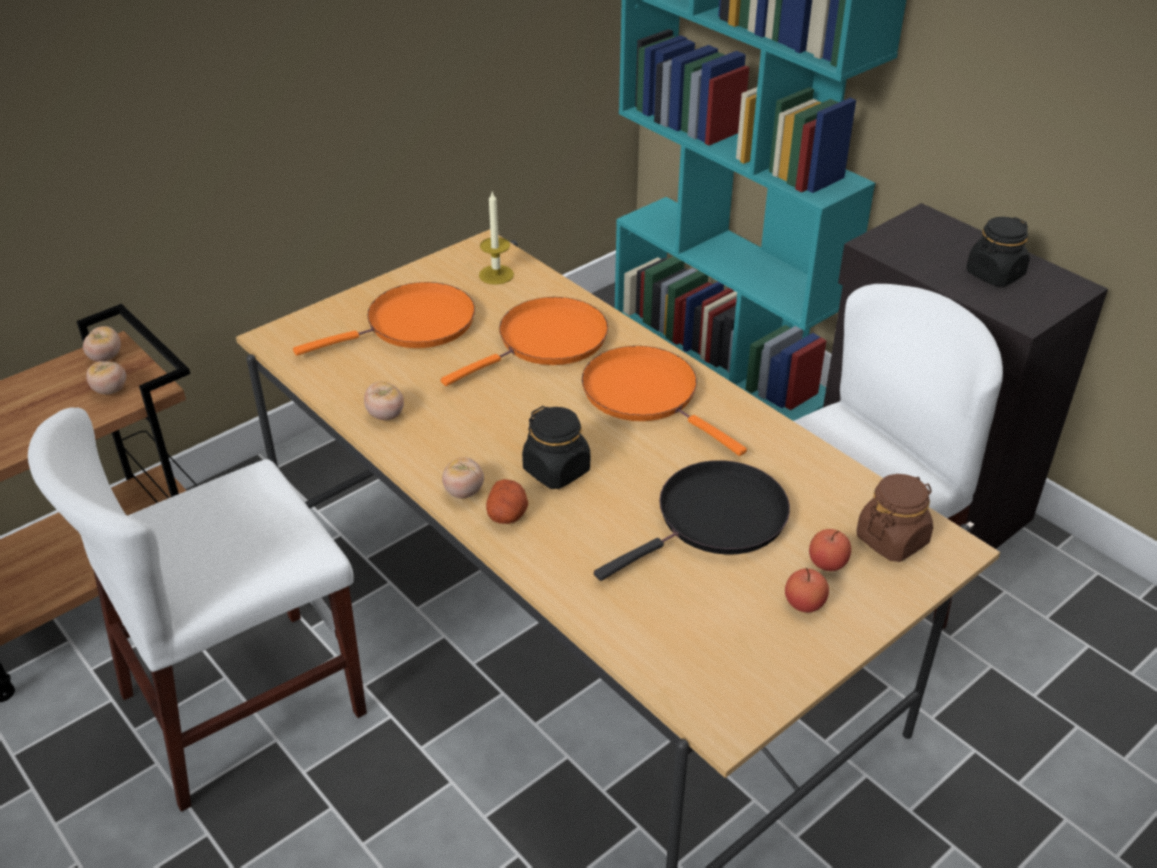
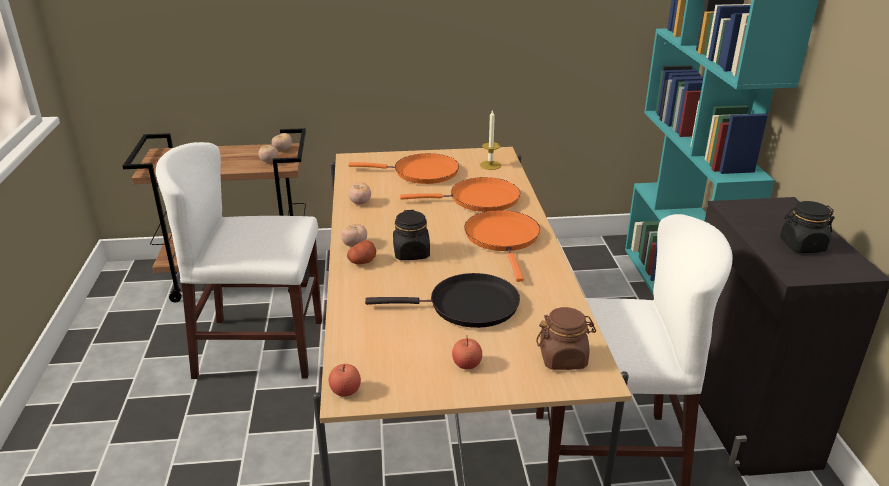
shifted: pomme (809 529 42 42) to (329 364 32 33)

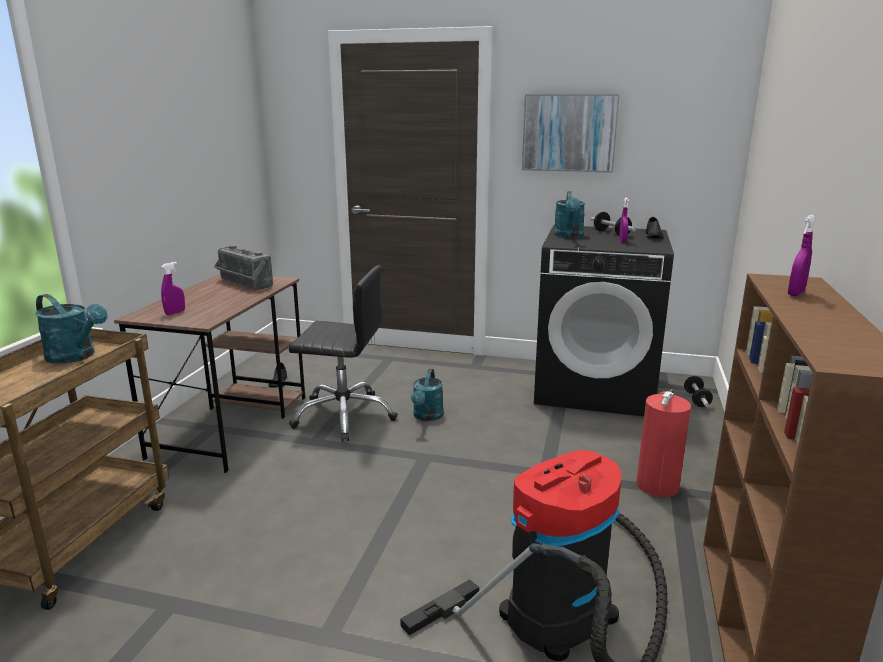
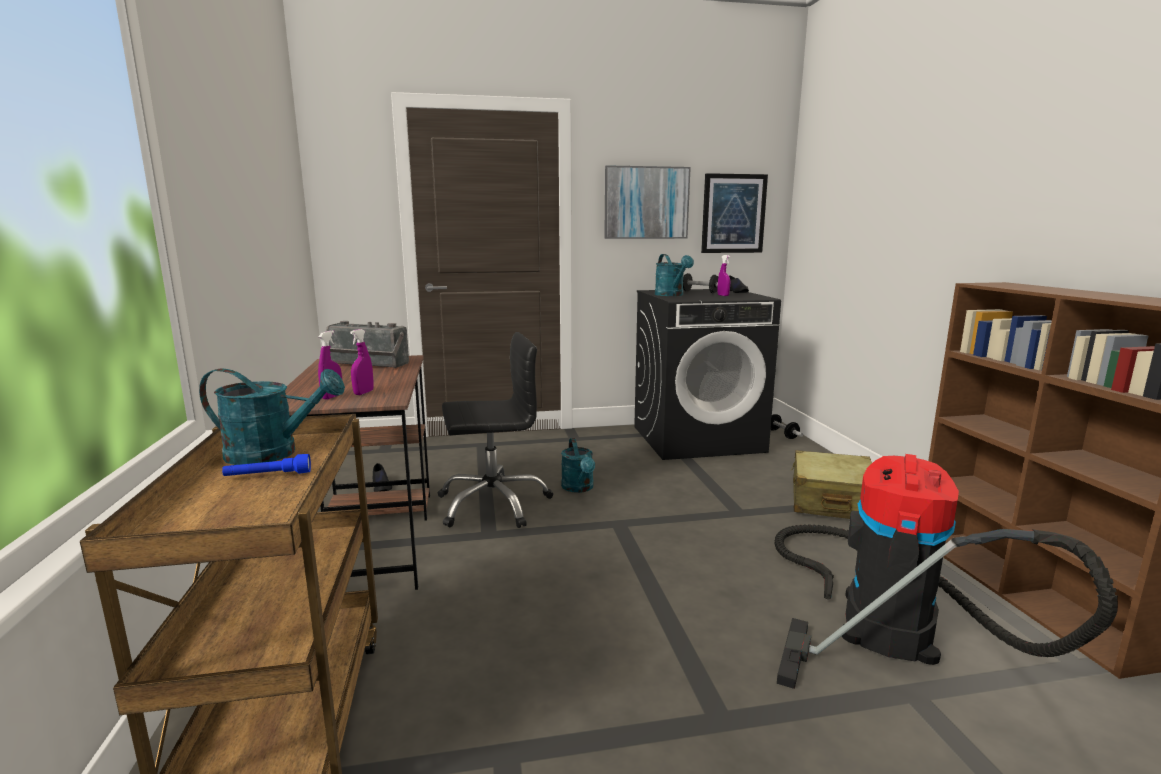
new: lampe de poche [bleu] (222 454 89 22); tableau (701 173 67 80)
shifted: vaporisateur [violet] (788 215 28 81) to (350 329 24 66)
swapped: extincteur (636 389 55 108) to valise [beige] (791 450 81 69)

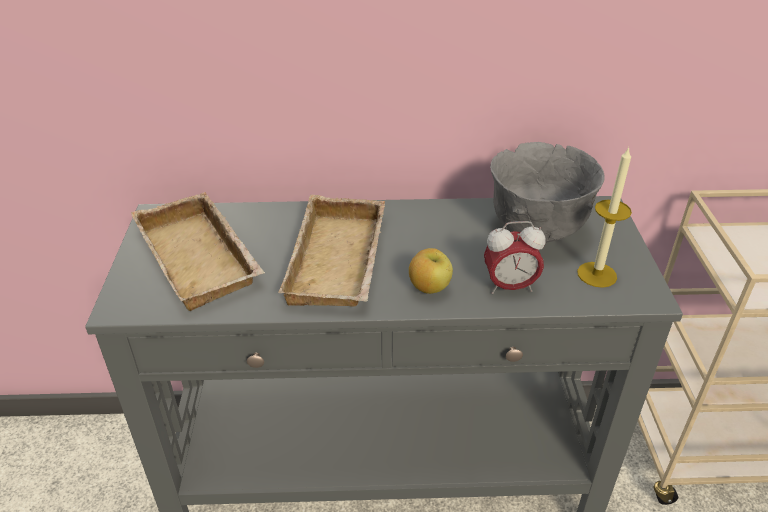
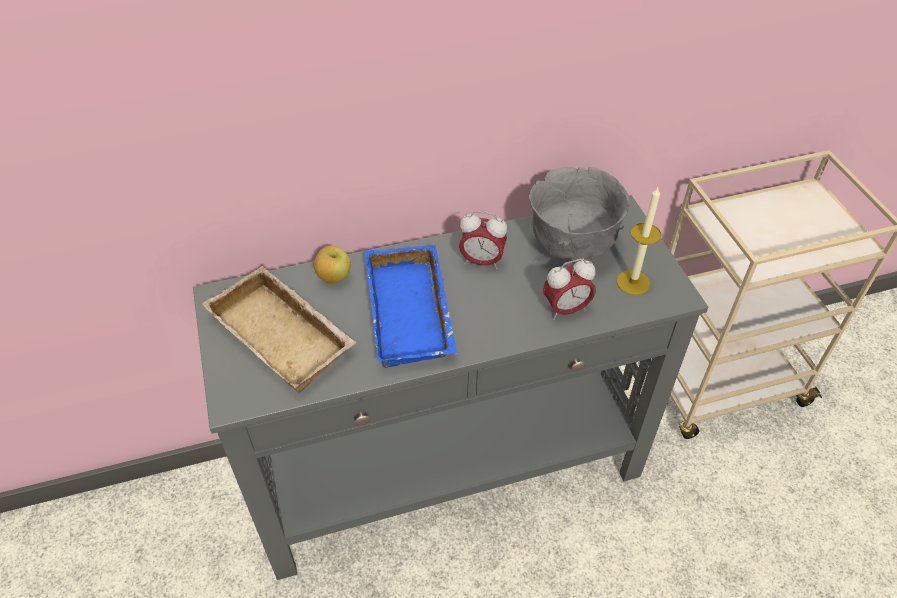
new: réveil (459 211 48 59)
shifted: pomme (409 248 44 46) to (314 245 37 39)
repainted: plateau [beige] (278 195 107 111) to plateau [bleu] (365 245 92 123)

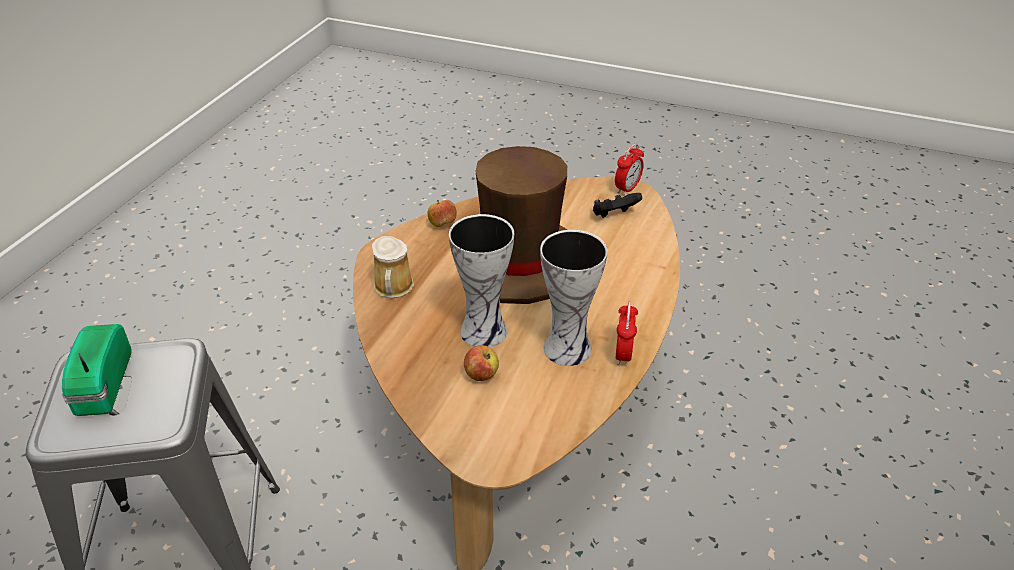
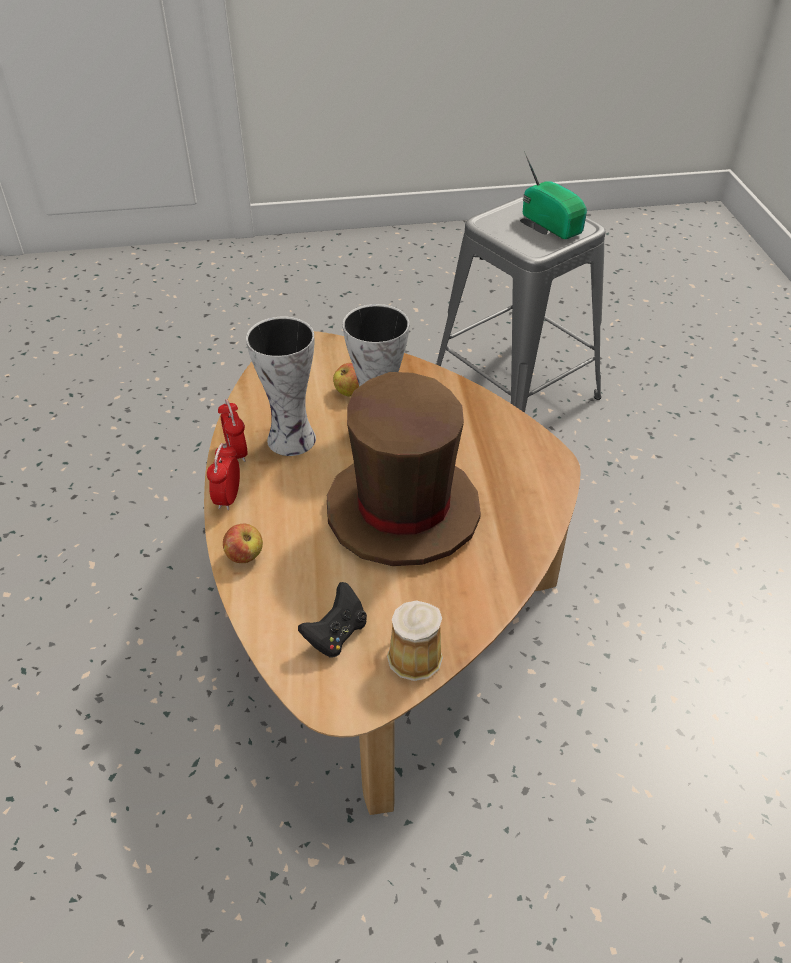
shifted: mug (372 236 42 62) to (387 601 56 80); pomme (428 200 29 27) to (223 524 40 39); réveil (615 144 29 51) to (207 443 33 67)

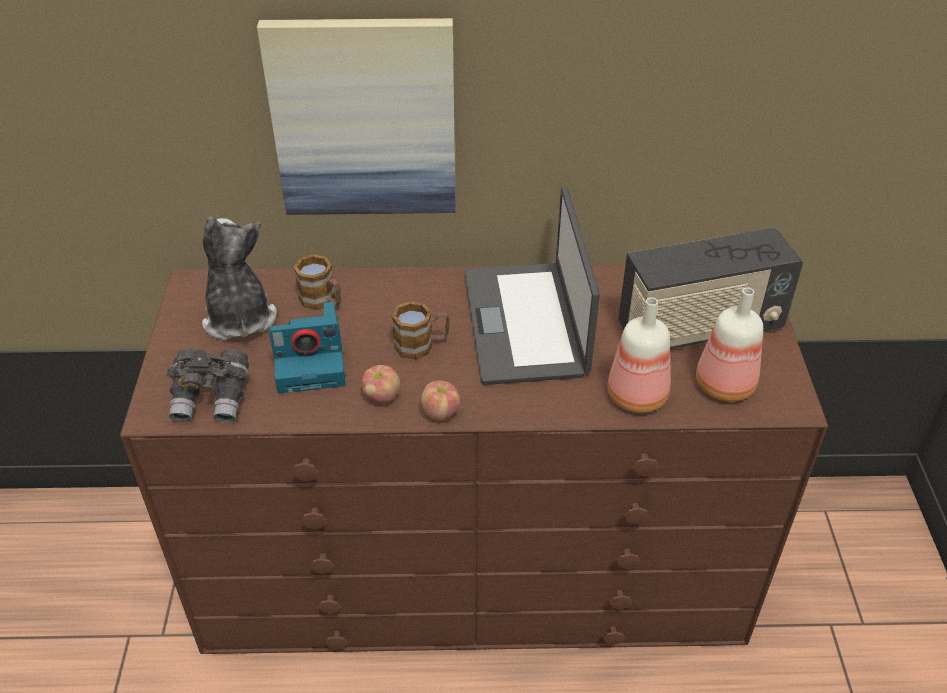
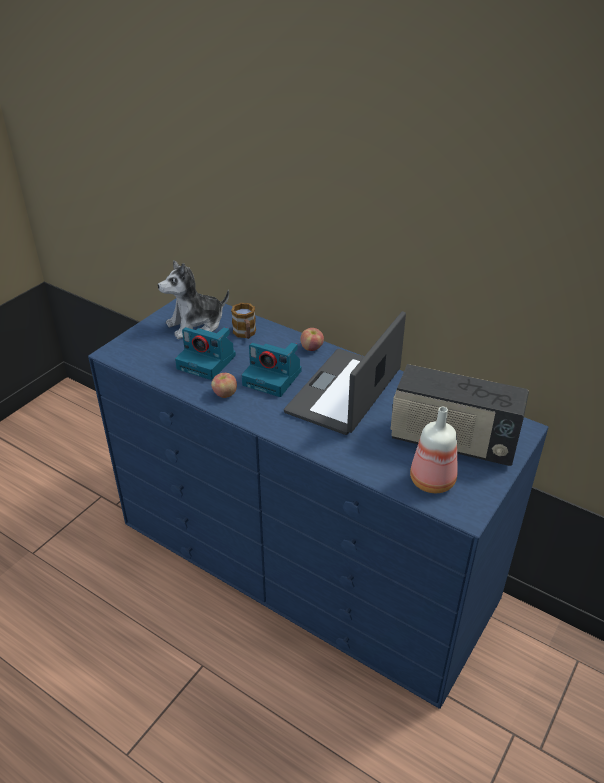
gone: jumelles [gris] (167 348 82 75); tableau (257 18 199 197); bouteille (607 297 64 116)
shifted: pomme (421 380 39 41) to (300 328 24 23)
swapped: mug (392 301 58 59) to appareil photo (242 343 60 54)
repainted: commode [marron] (120 265 708 389) to commode [bleu] (88 293 461 416)
rotated: peluche (202 217 75 123) = (158 260 71 79) 135 degrees counterclockwise

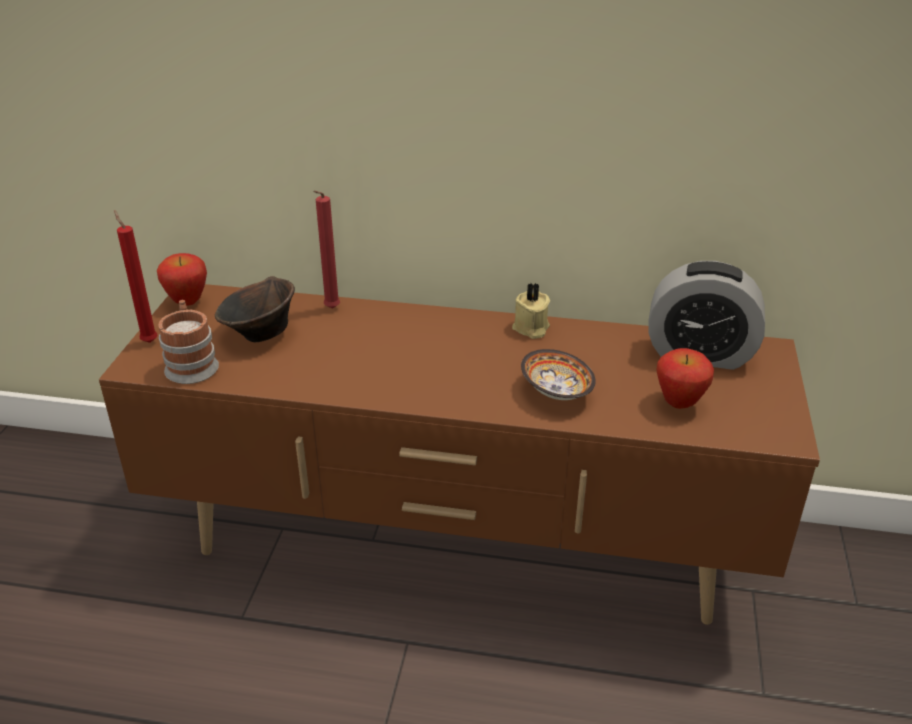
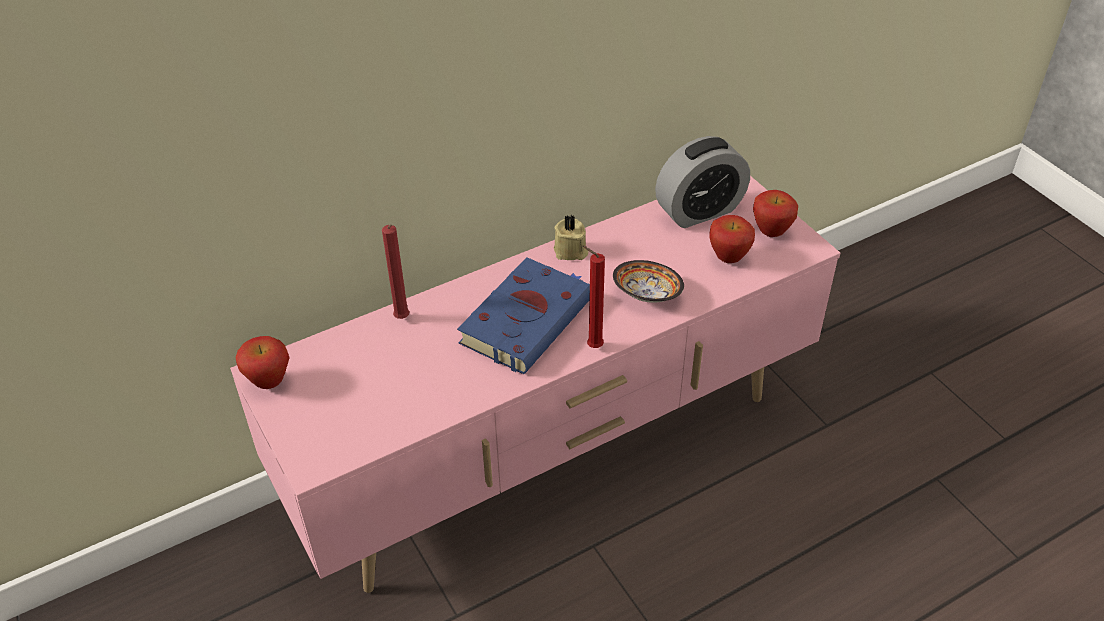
gone: mug (158 300 61 84); bol [marron] (215 276 80 66)
new: livre [bleu] (457 257 133 117); pomme (753 190 45 47)
shifted: bougie [rouge] (114 210 44 133) to (583 246 22 102)
repainted: meuble télé [marron] (99 284 721 341) to meuble télé [rose] (230 176 610 417)

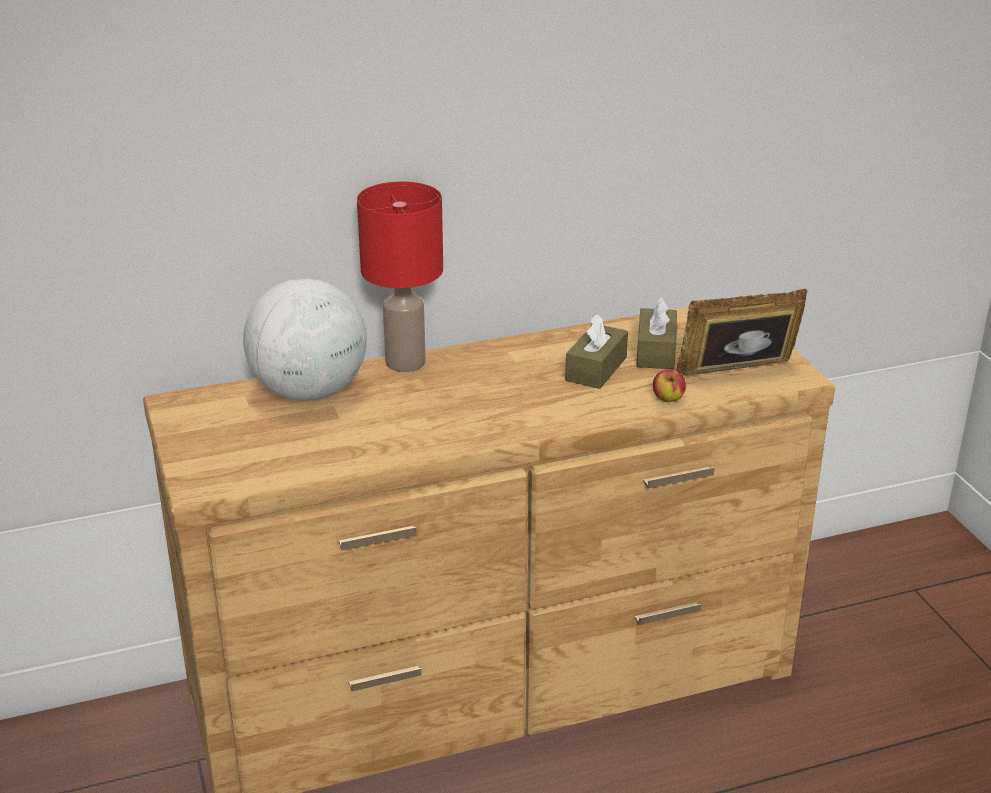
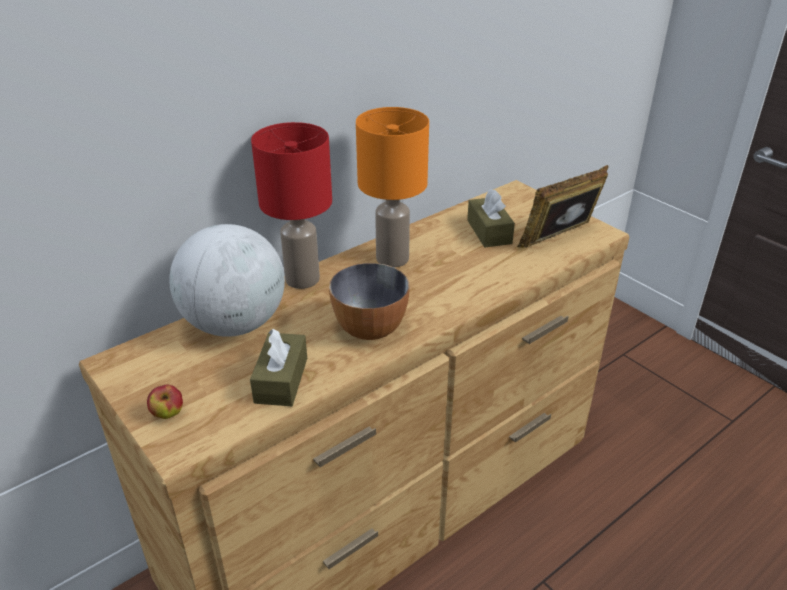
new: bol (329 263 80 77); lampe de table [orange] (356 107 73 160)
shifted: boîte à mouchoirs [marron] (565 314 63 75) to (250 329 57 77); pomme (653 370 33 32) to (147 385 36 34)

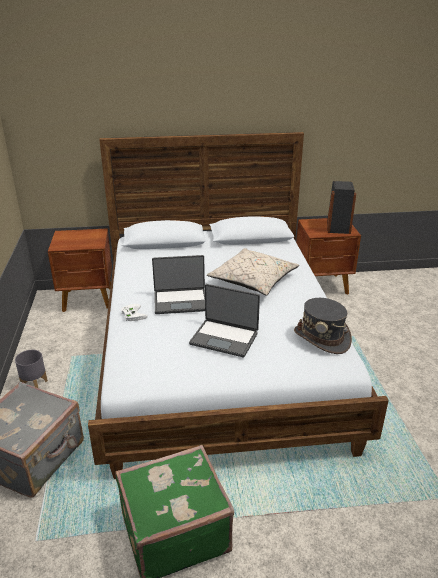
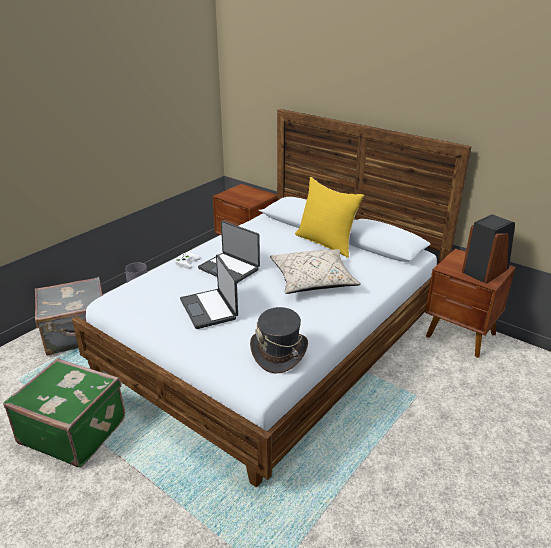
new: coussin [jaune] (295 177 69 81)

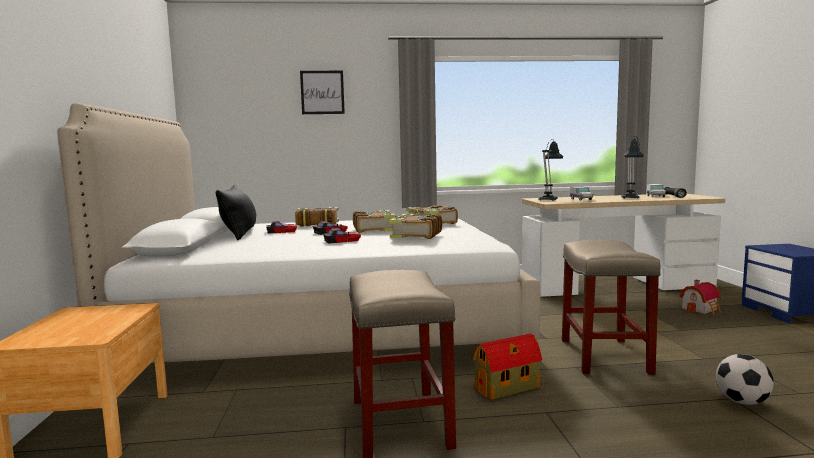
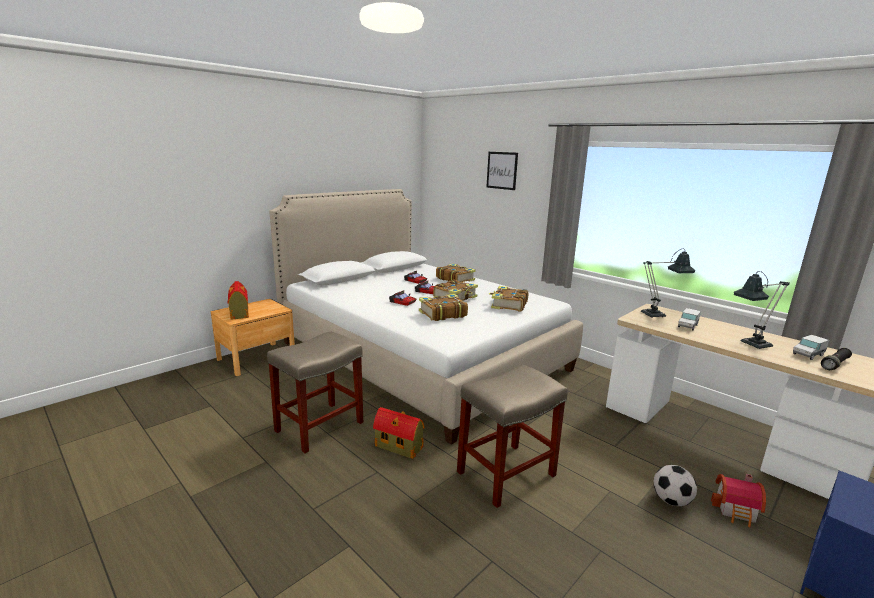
gone: coussin [noir] (216 185 40 55)
new: maison miniature (228 281 21 39)
shifted: ballon de foot (716 354 58 51) to (654 465 43 41)

